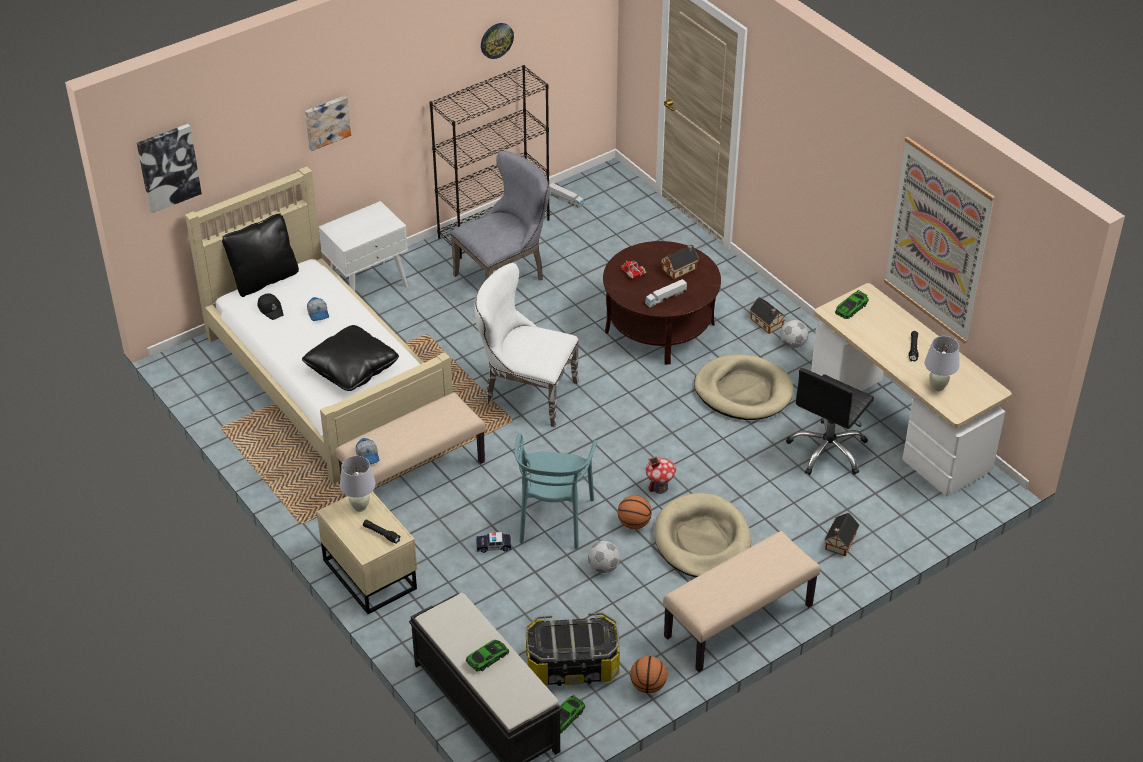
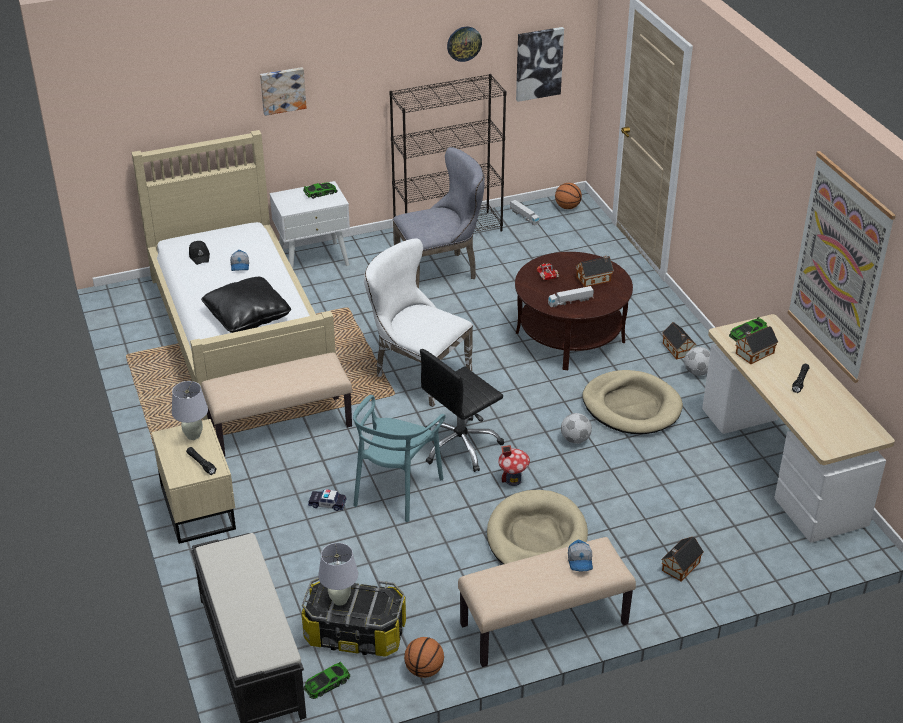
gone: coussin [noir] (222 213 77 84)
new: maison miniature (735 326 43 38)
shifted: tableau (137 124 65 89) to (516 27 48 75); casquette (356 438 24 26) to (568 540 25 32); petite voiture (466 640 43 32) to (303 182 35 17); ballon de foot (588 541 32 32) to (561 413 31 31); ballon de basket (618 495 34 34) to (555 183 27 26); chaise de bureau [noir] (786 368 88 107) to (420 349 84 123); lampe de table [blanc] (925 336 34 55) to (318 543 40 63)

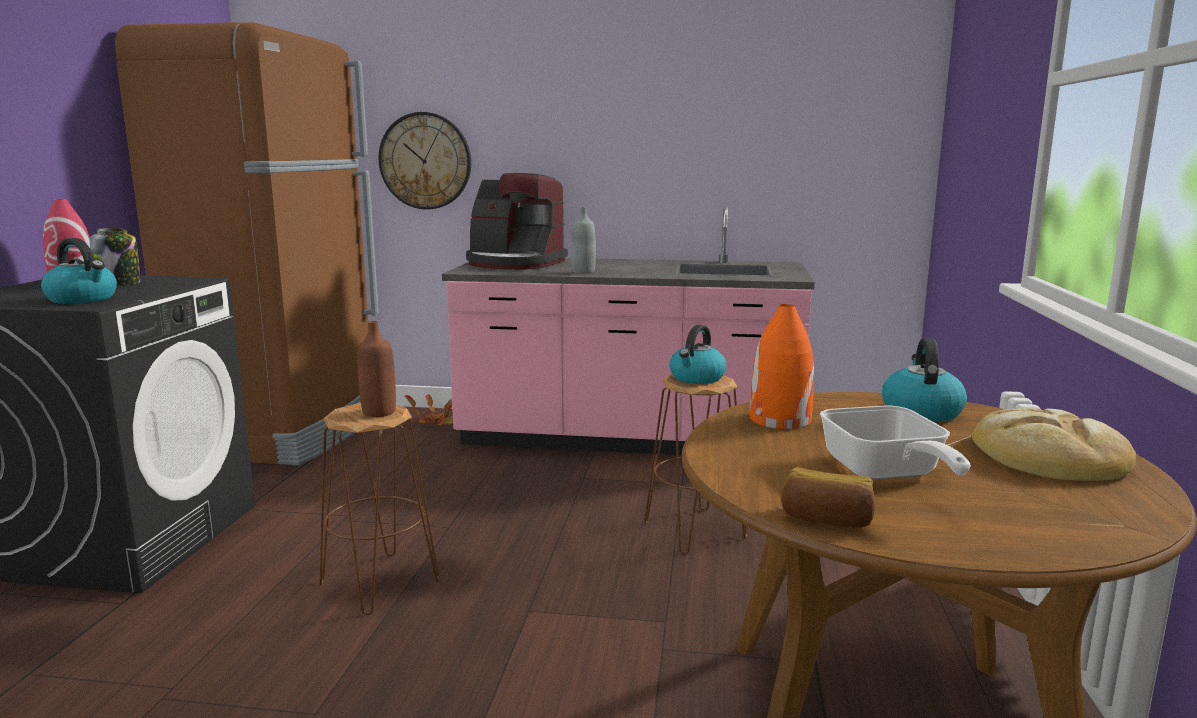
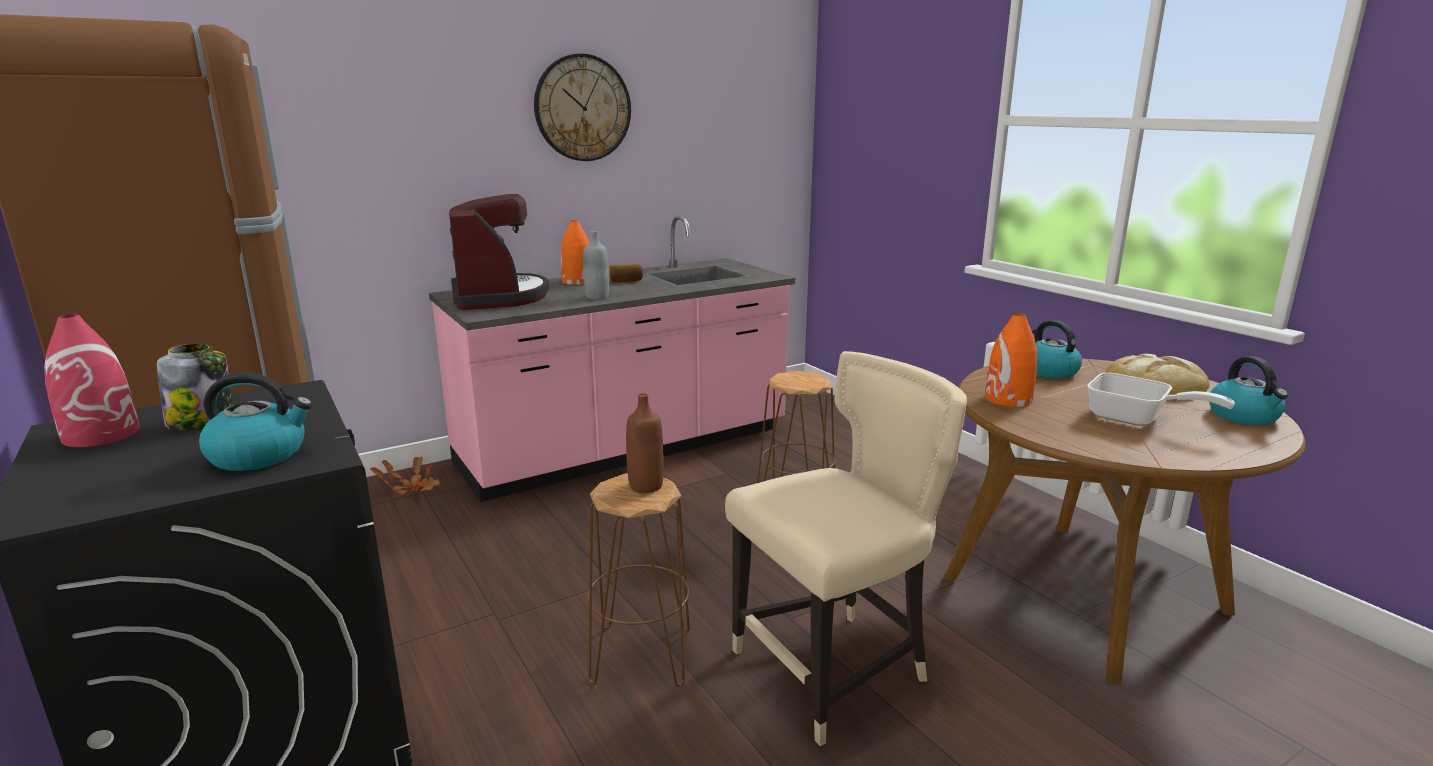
new: vase [orange] (561 220 28 65); chaise [beige] (725 351 242 395)
shifted: horloge murale (378 112 93 98) to (534 53 97 108); bouilloire (669 325 57 59) to (1210 356 78 69); pain (781 467 94 61) to (609 263 34 20)
rotated: machine à café (466 173 102 97) = (449 194 100 116) 90 degrees counterclockwise

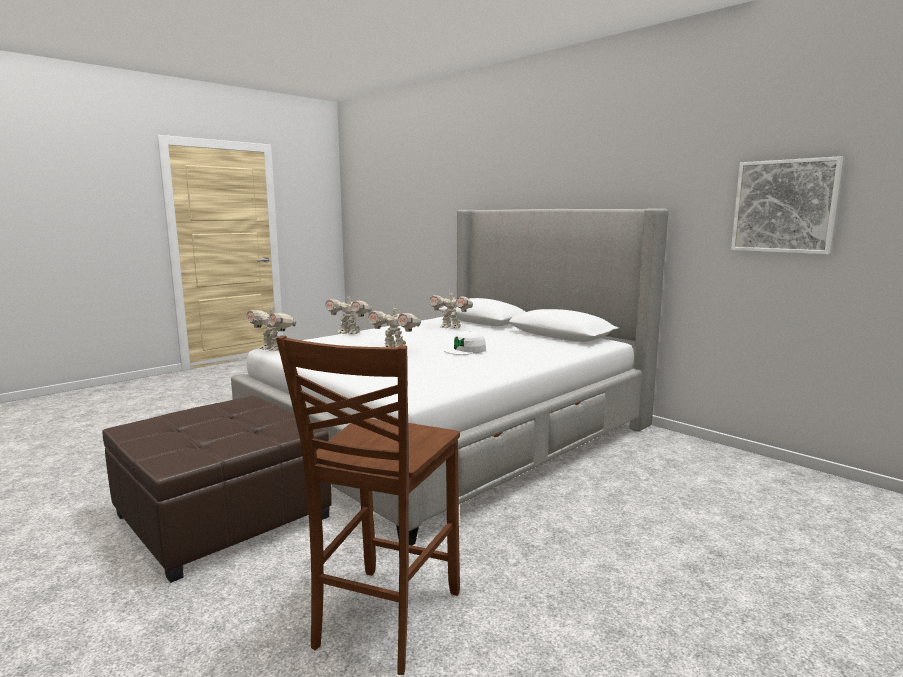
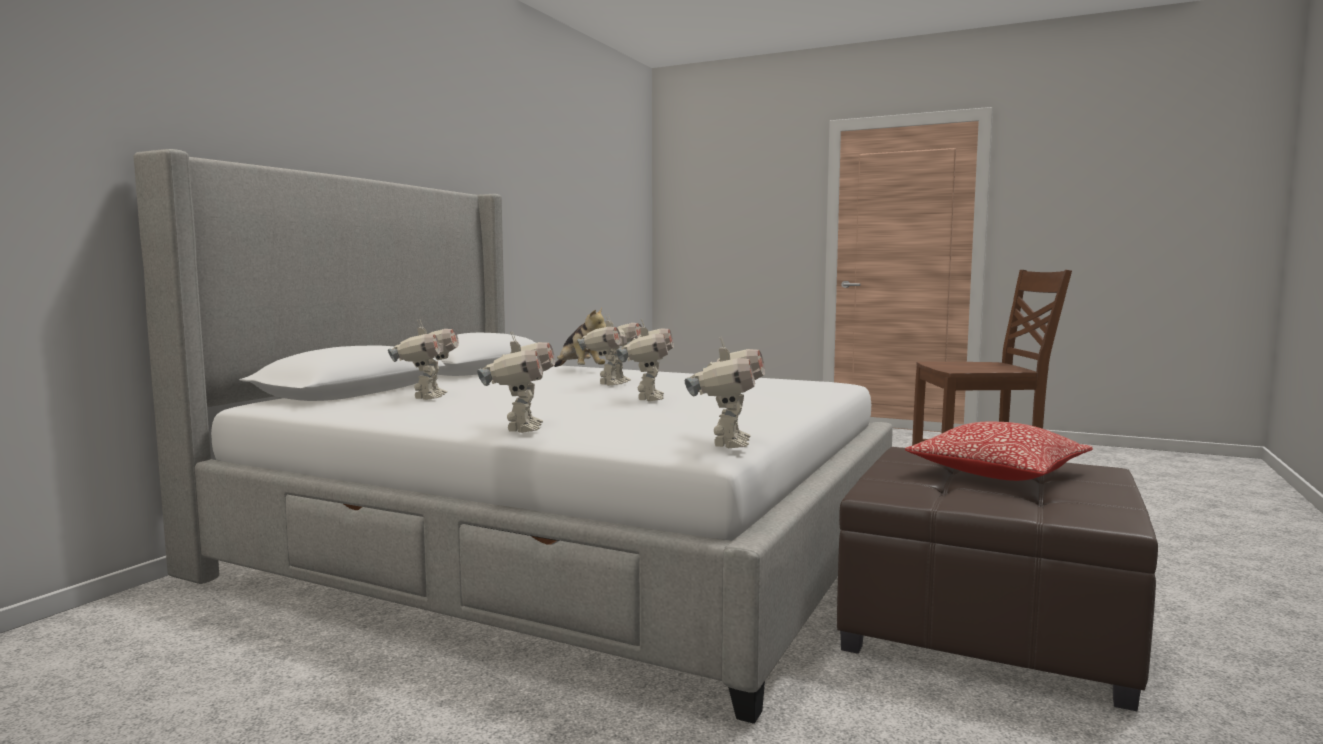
gone: tableau (731 156 112 98)
new: peluche (554 307 52 60); coussin (905 422 188 59)
swapped: casquette [blanc] (444 331 42 24) to robot jouet (577 313 65 73)

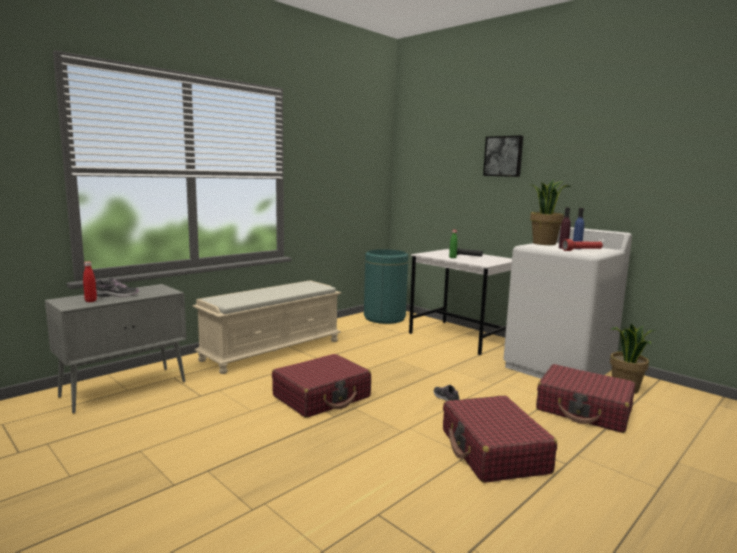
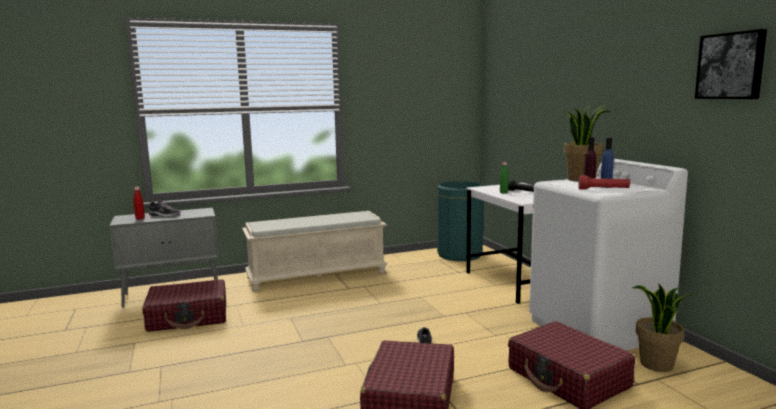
shifted: valise [rouge] (272 354 99 64) to (142 279 84 53); tableau (483 135 40 42) to (695 29 72 70)

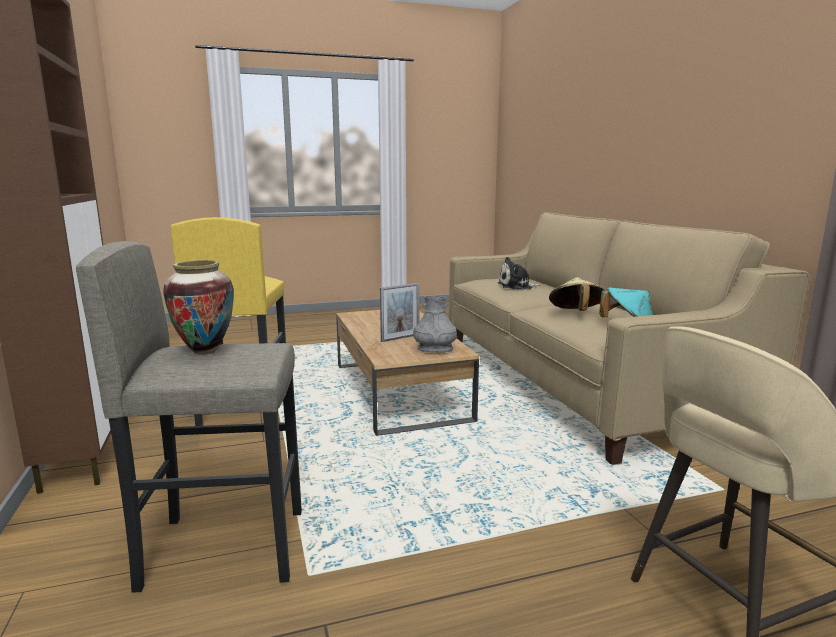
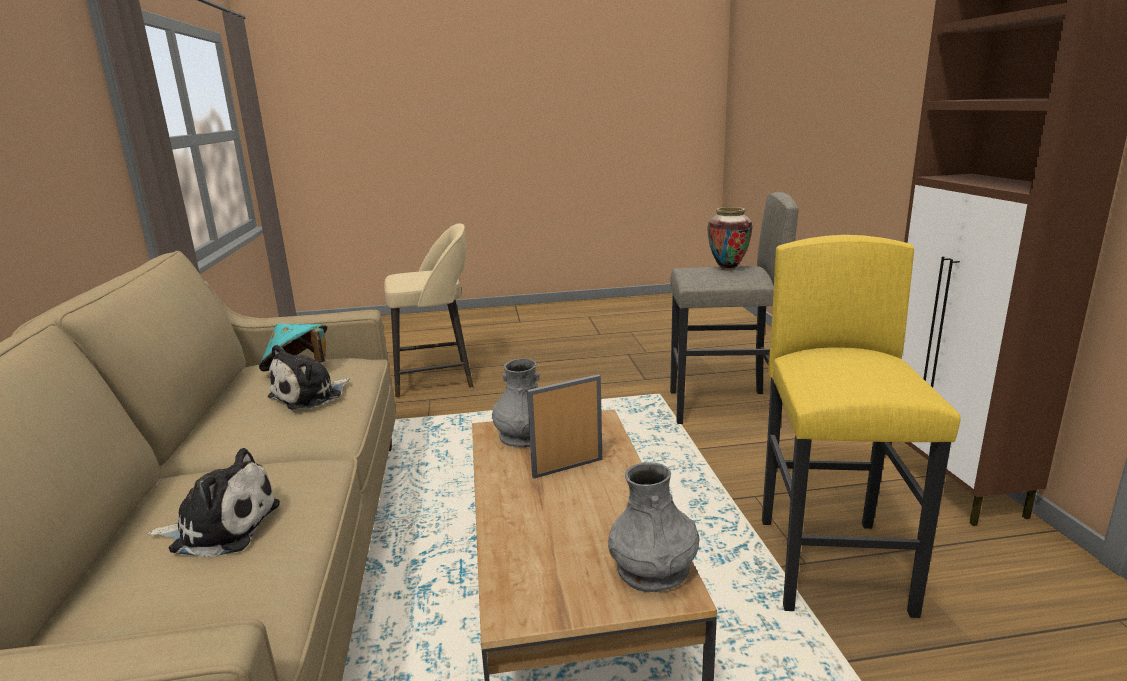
new: vase [gris] (608 462 92 130)
swapped: chapeau [beige] (549 277 56 34) to peluche (268 344 82 65)

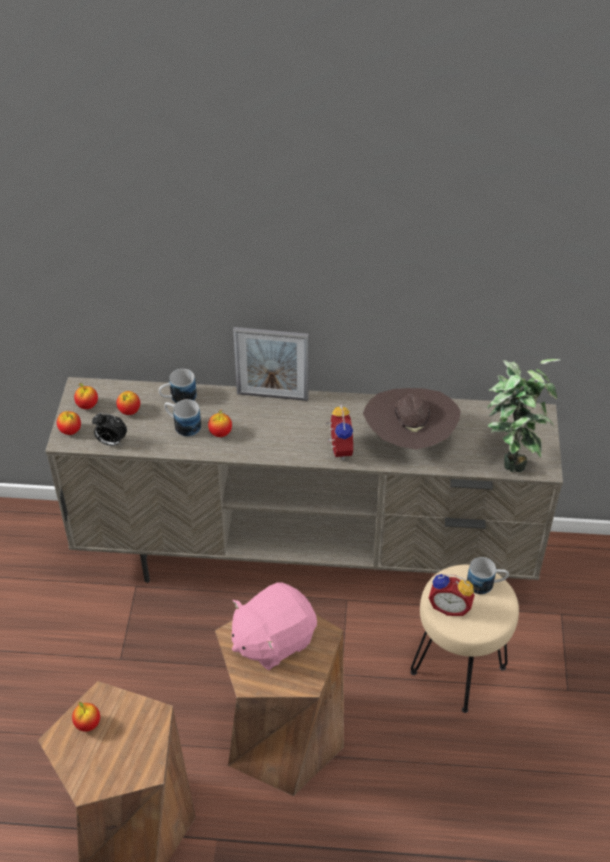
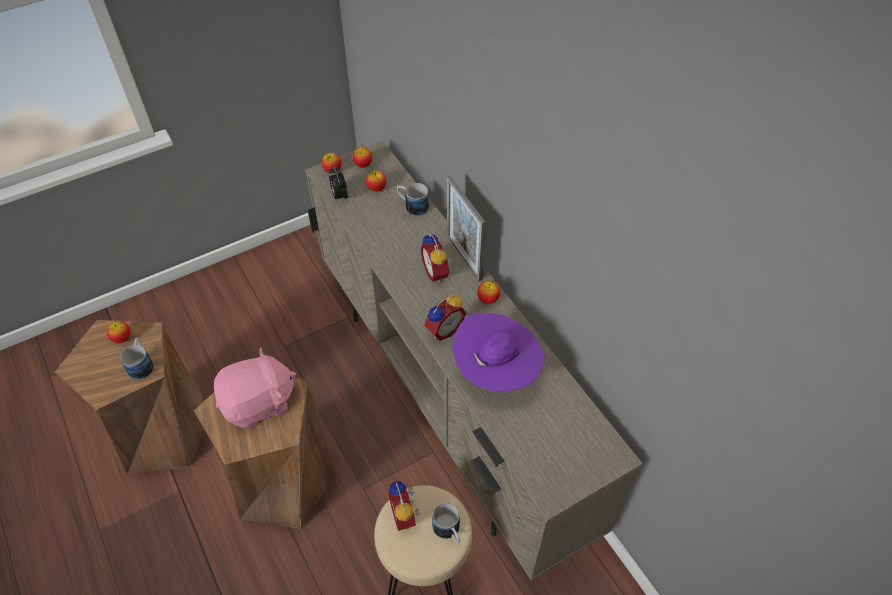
gone: plante en pot (487 359 74 113)
new: réveil (420 233 32 50)
shifted: mug (164 399 37 38) to (120 338 34 42); pomme (208 410 24 27) to (477 280 23 24)
repainted: chapeau [marron] (363 388 98 61) to chapeau [violet] (452 313 93 79)
rotated: peluche [rose] (232 582 85 88) = (214 347 82 81) 135 degrees clockwise

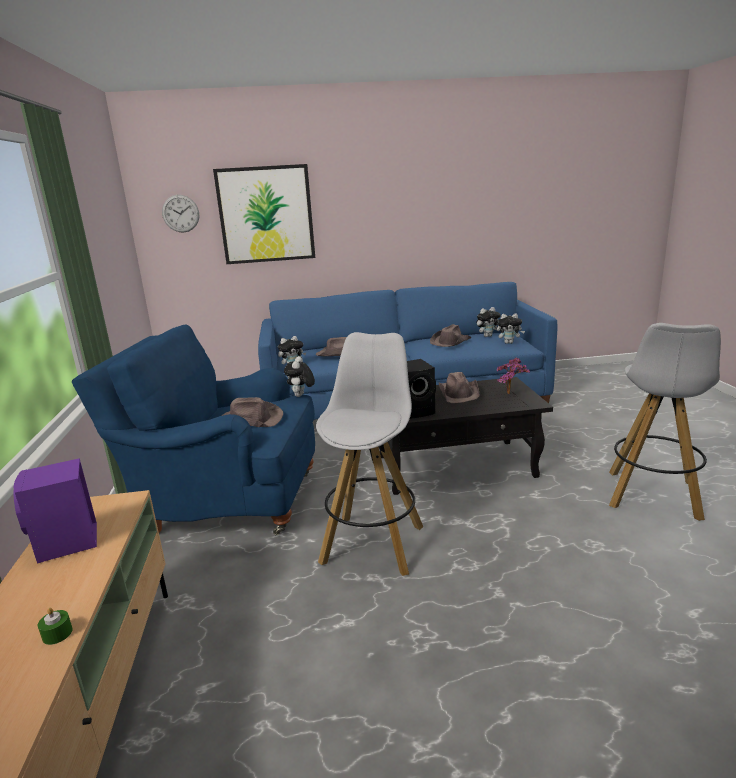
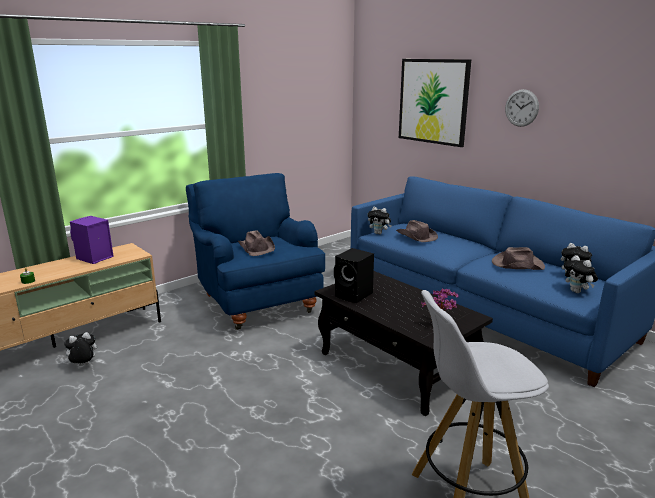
gone: tabouret [blanc] (316 332 107 244); chapeau [marron] (439 372 40 31)
shifted: horloge murale (162 195 37 38) to (505 89 34 38); peluche (284 356 31 41) to (62 332 35 34)

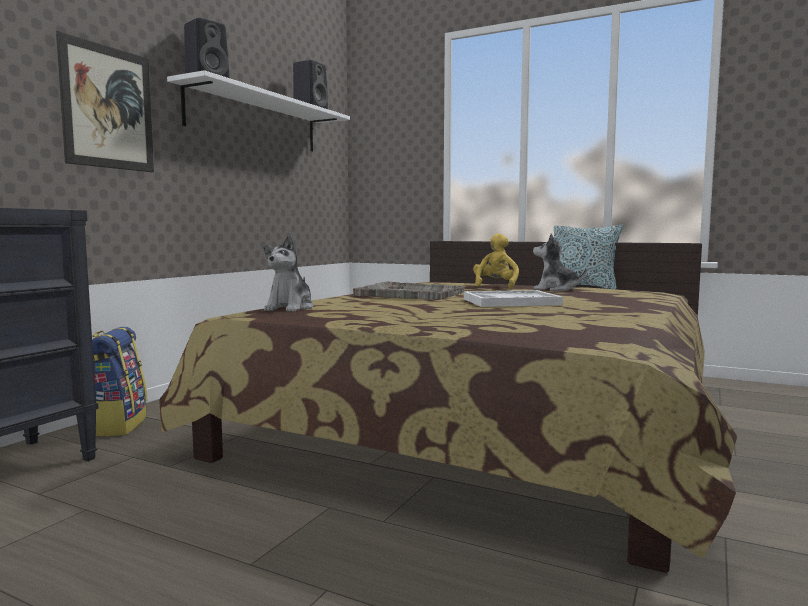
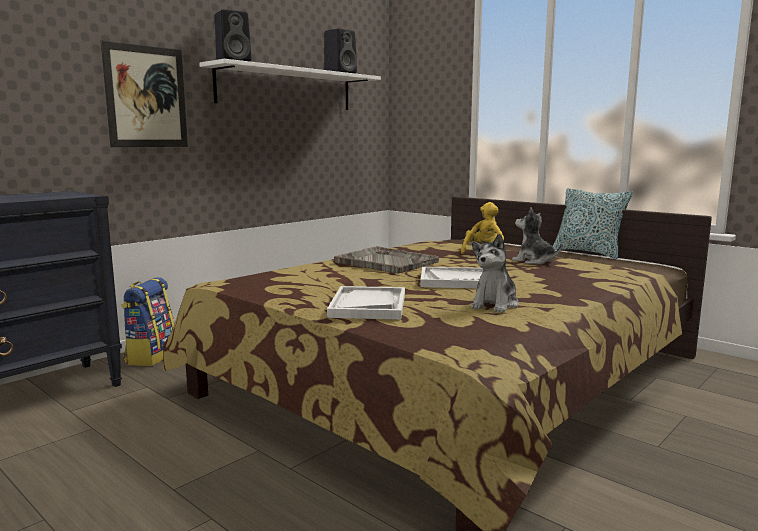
new: plateau [blanc] (327 286 78 34)
shifted: peluche (264 235 50 77) to (471 234 48 79)

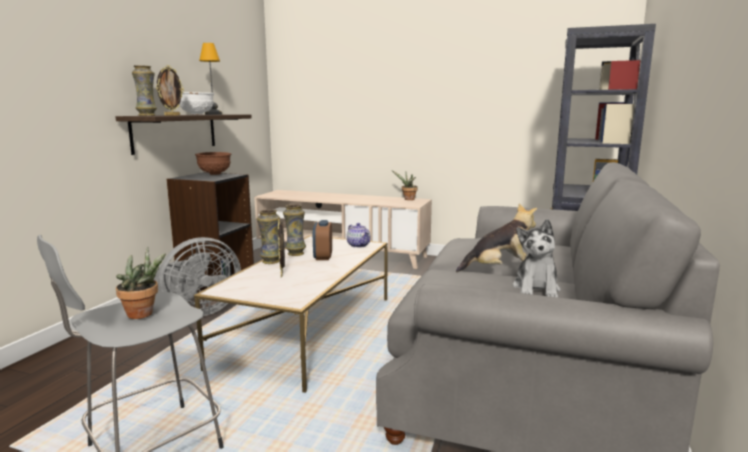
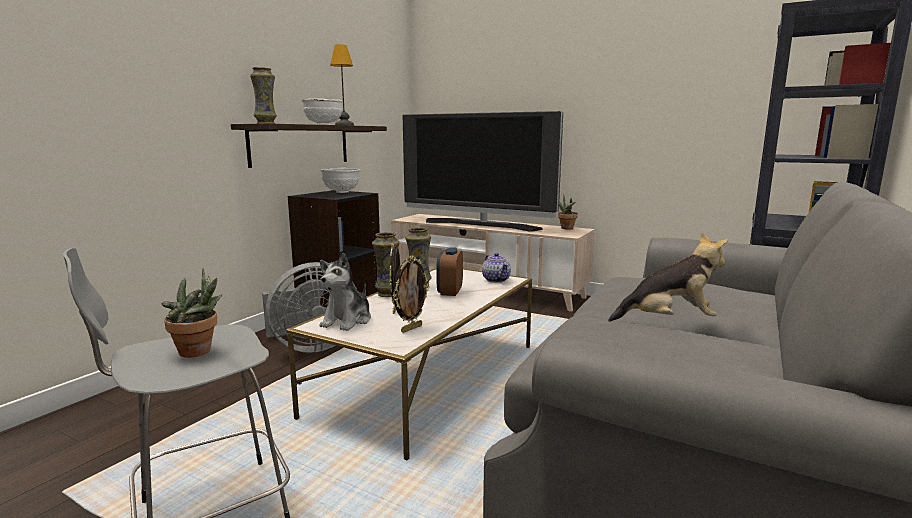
new: téléviseur (403 111 160 121)
shifted: cadre photo (156 65 28 51) to (393 256 37 77); peluche (512 219 49 78) to (320 253 51 78)
repainted: bol [marron] (195 152 36 23) to bol [blanc] (321 168 39 25)

